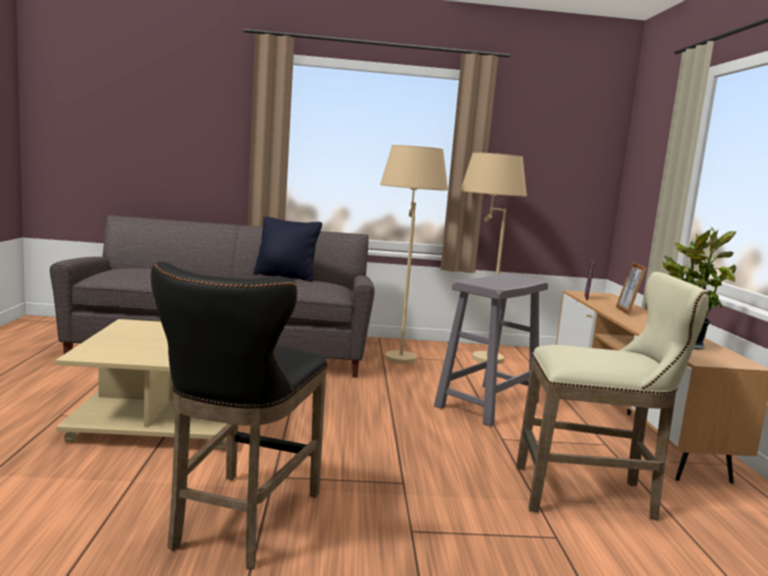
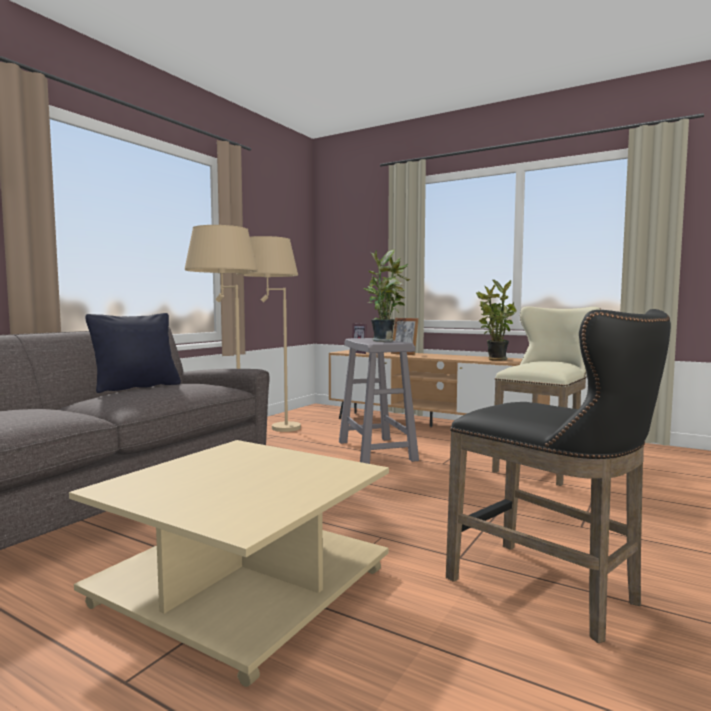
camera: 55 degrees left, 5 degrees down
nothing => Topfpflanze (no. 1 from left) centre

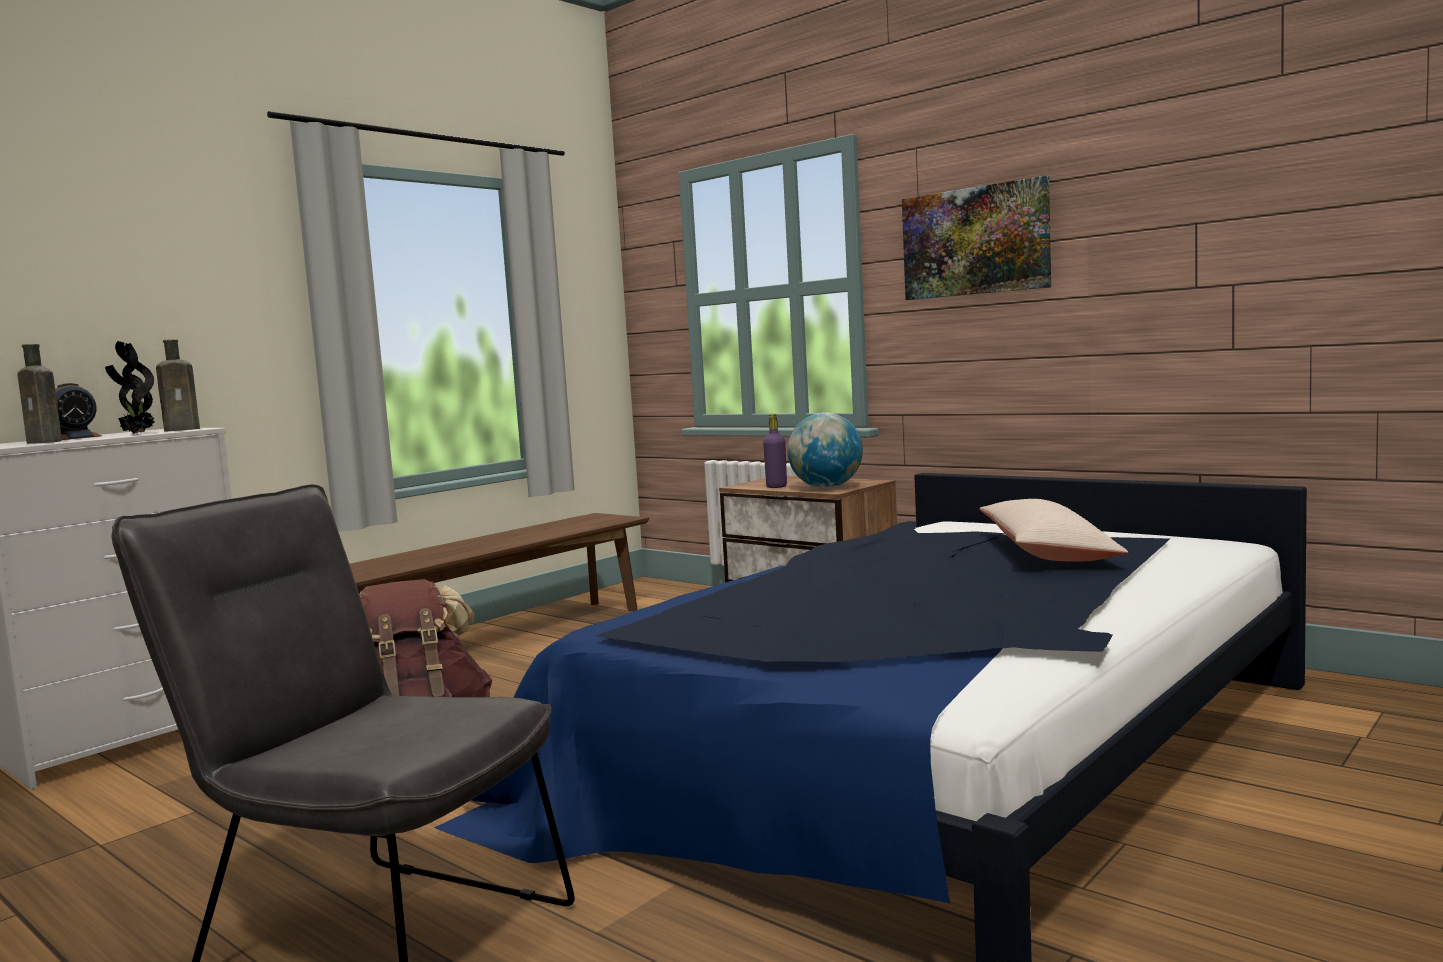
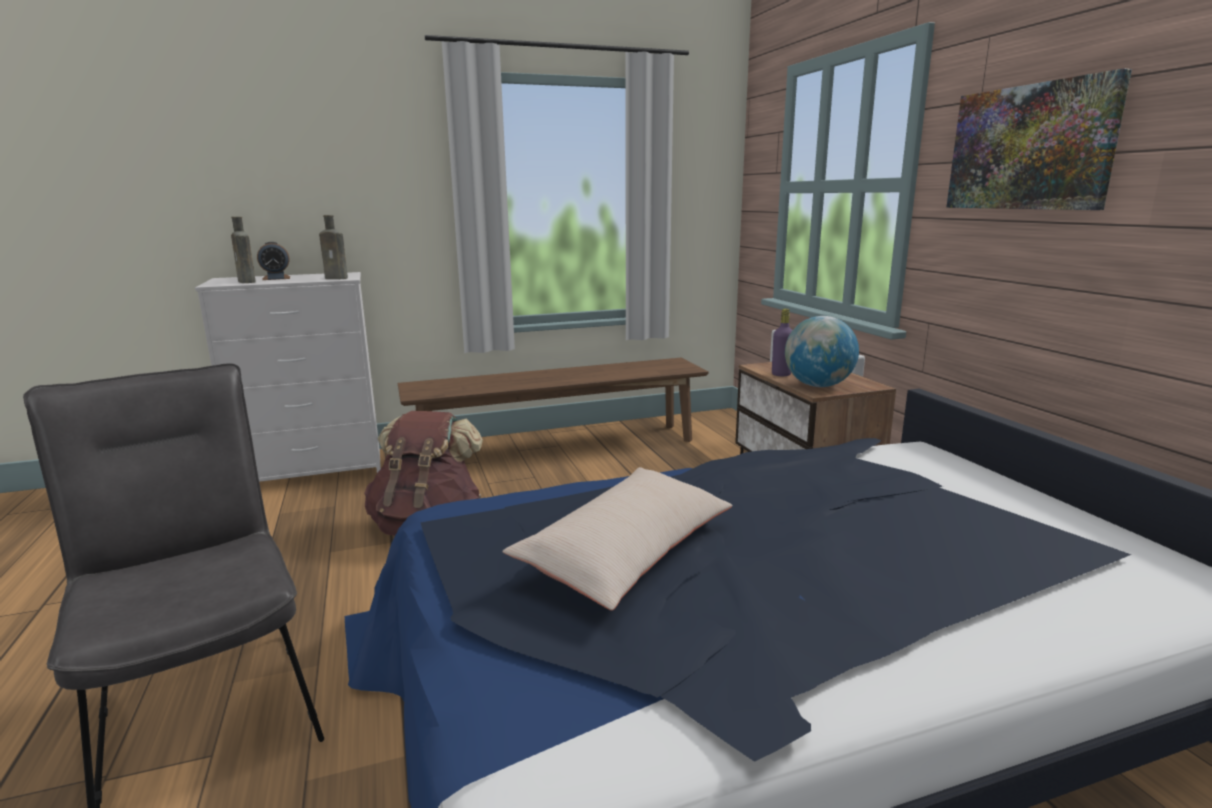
camera: 30 degrees right, 10 degrees up
Topfpflanze middle left => nothing
Kissen (beige) middle right => Kissen (beige) bottom centre, relocated

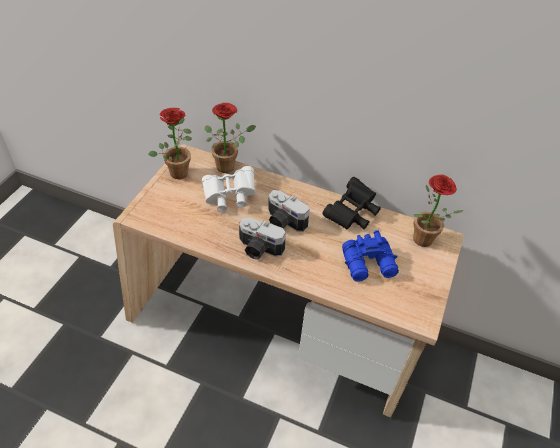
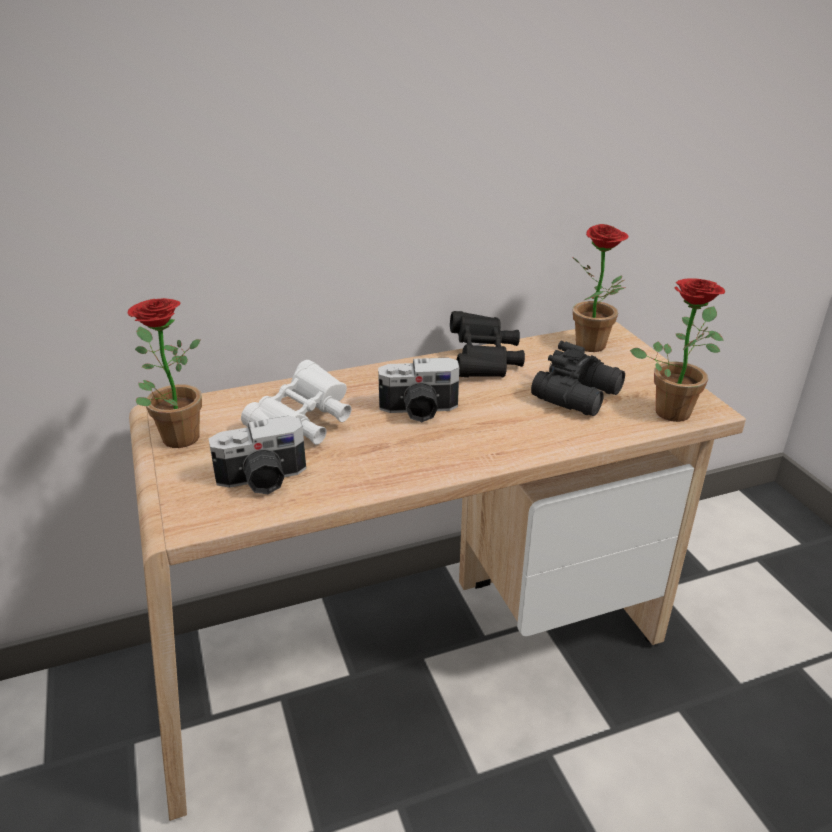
camera: 40 degrees left, 15 degrees down
Topfpflanze (no. 2 from left in the first image) top centre => Topfpflanze (no. 3 from left) middle right, relocated
Kamera (no. 1 from left) centre => Kamera (no. 1 from left) middle left, relocated
Fernglas (blau) centre => Fernglas (schwarz) (no. 2 from left) middle right

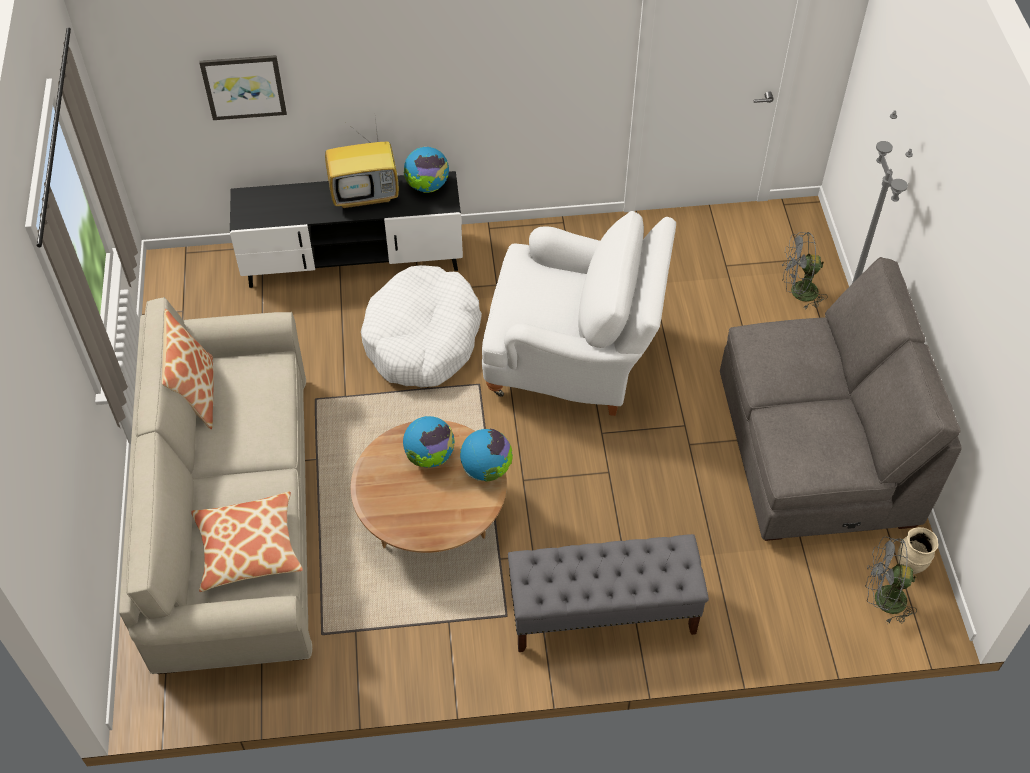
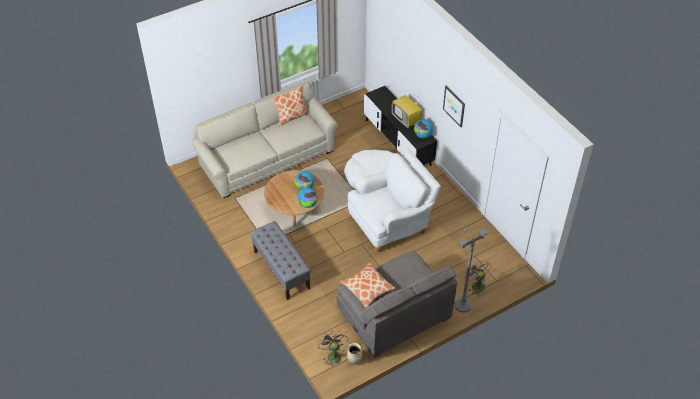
camera: 65 degrees right, 5 degrees down
Kissen (no. 2 from left) bottom left => Kissen (no. 2 from left) bottom centre, relocated
Bild top left => Bild top centre, relocated
Sessel (weiß) centre, 105 degrees counterclockwise

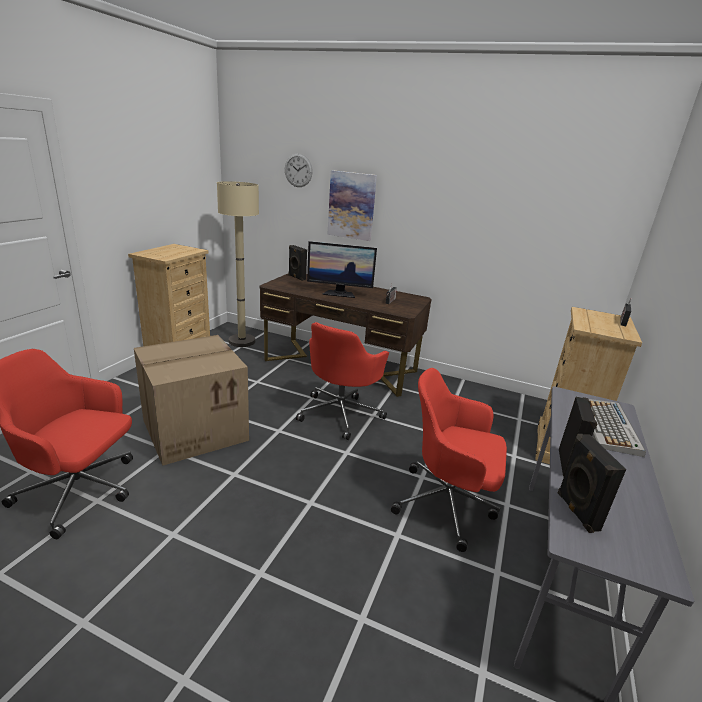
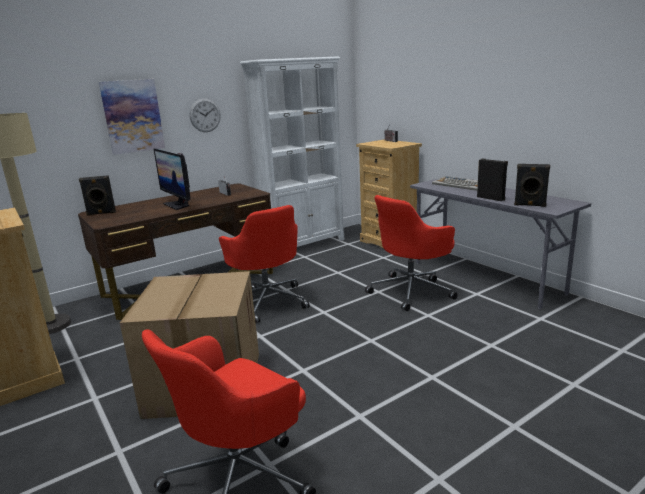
camera: 55 degrees left, 5 degrees down
nothing => Bücherregal (weiß) top centre
Wanduhr top centre => Wanduhr top left, relocated
Monitor centre => Monitor middle left, 105 degrees clockwise

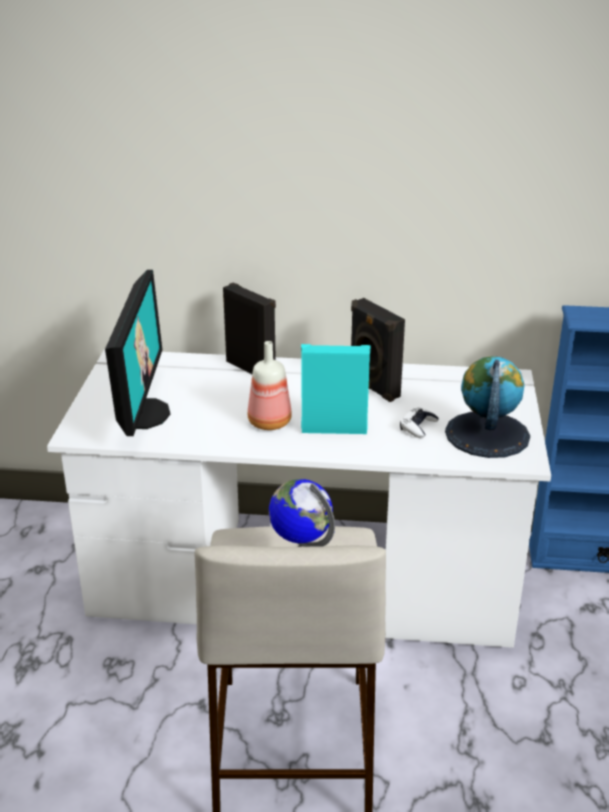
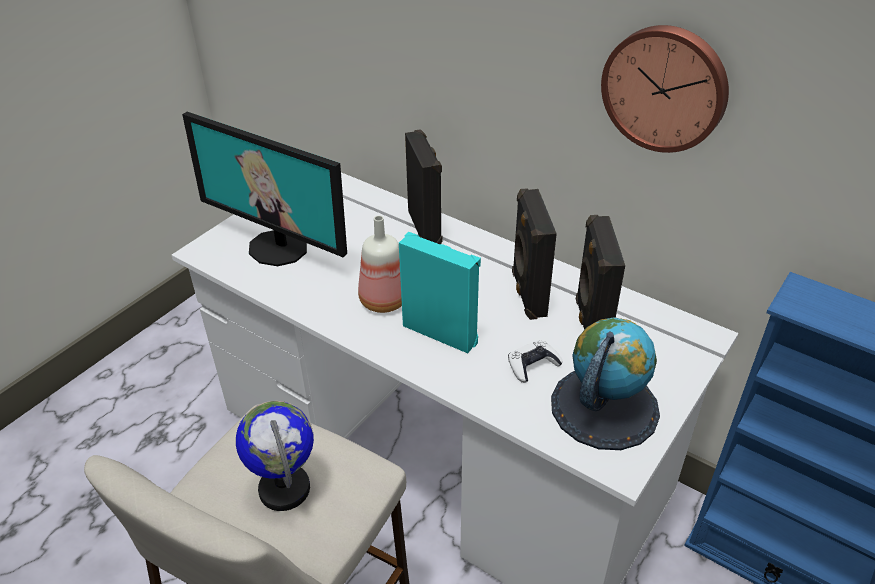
camera: 30 degrees right, 10 degrees up
nothing => Lautsprecher (schwarz) (no. 3 from left) middle right
nothing => Wanduhr top right
Monitor middle left => Monitor top left, 90 degrees clockwise

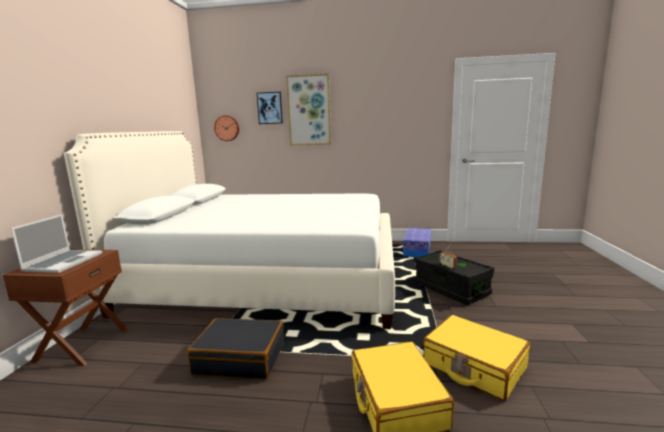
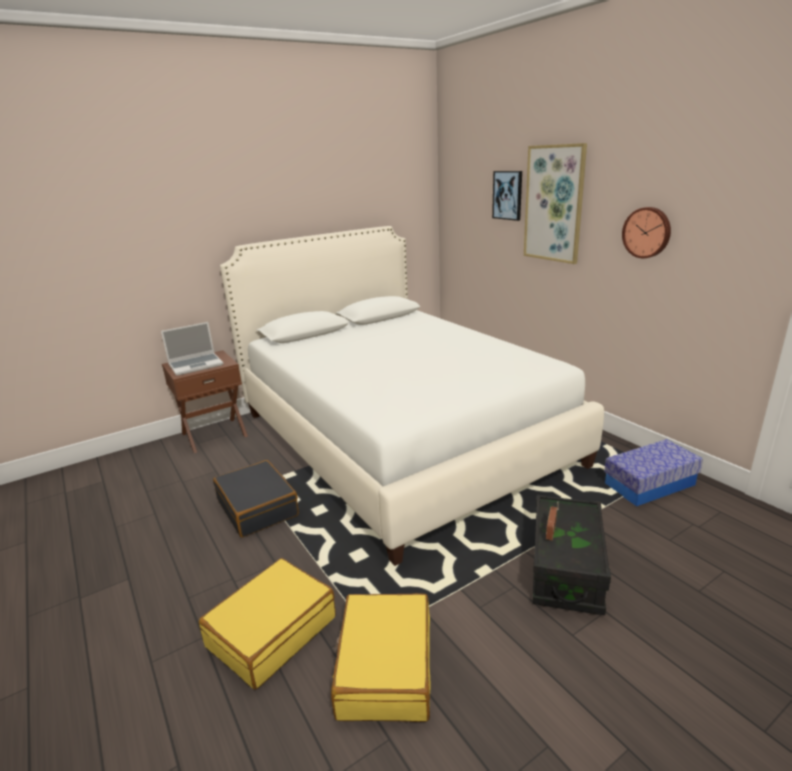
camera: 50 degrees right, 10 degrees up
Wanduhr top centre => Wanduhr top right, relocated

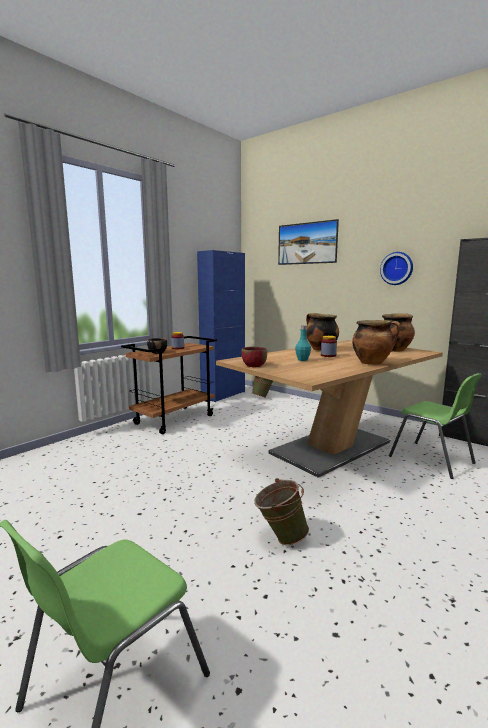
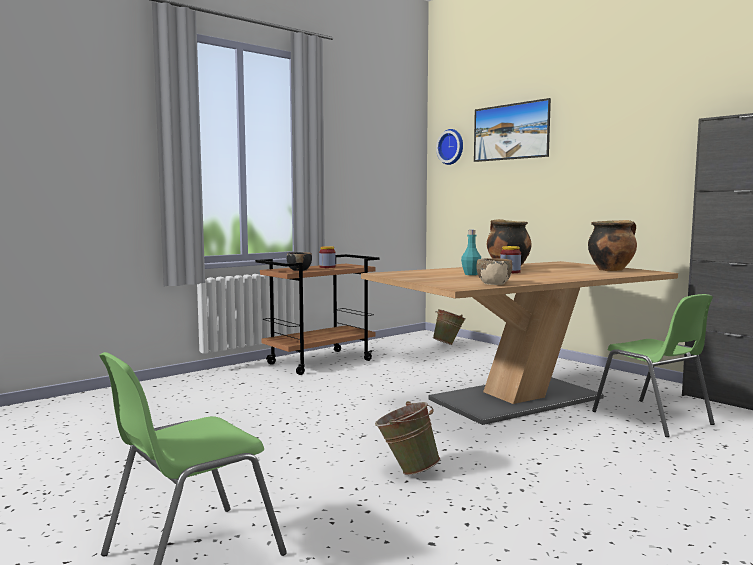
camera: 10 degrees right, 5 degrees down
Schrank (blau) centre => nothing
Schüssel (rot) centre => nothing
Kochtopf (no. 2 from left) middle right => nothing
nothing => Schüssel (beige) centre
Wanduhr middle right => Wanduhr top centre, relocated

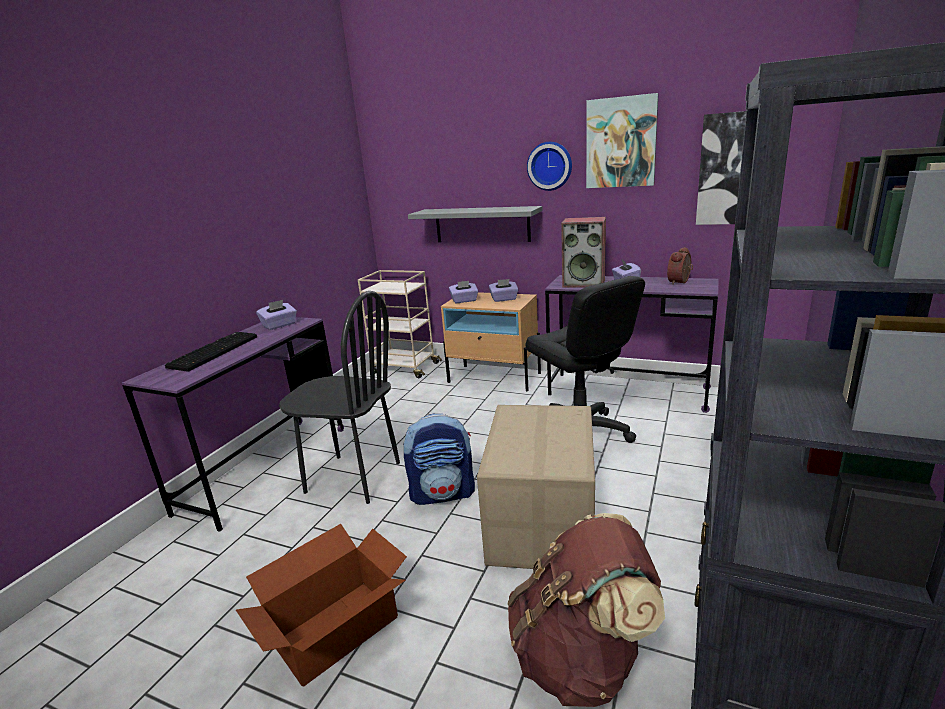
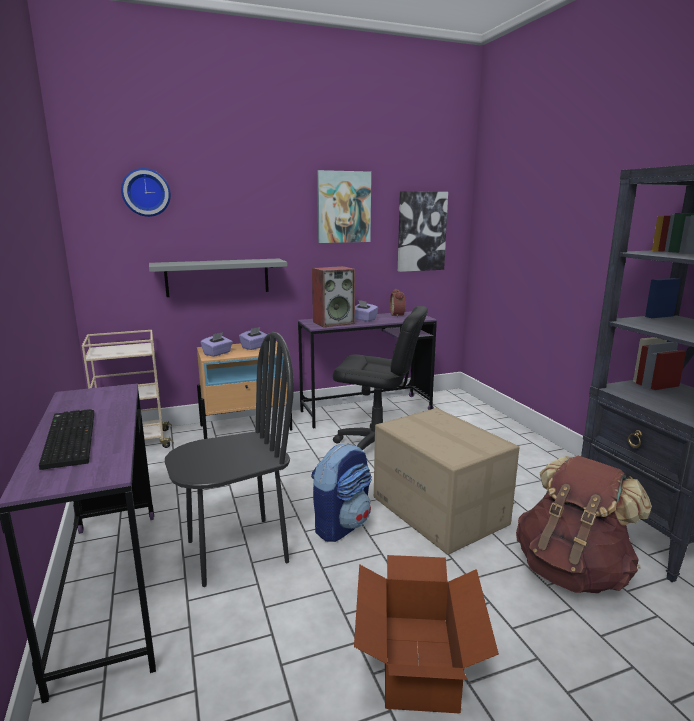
camera: 45 degrees left, 5 degrees down
Taschentuchbox (lila) (no. 1 from left) middle left => nothing
Wanduhr top centre => Wanduhr top left, relocated

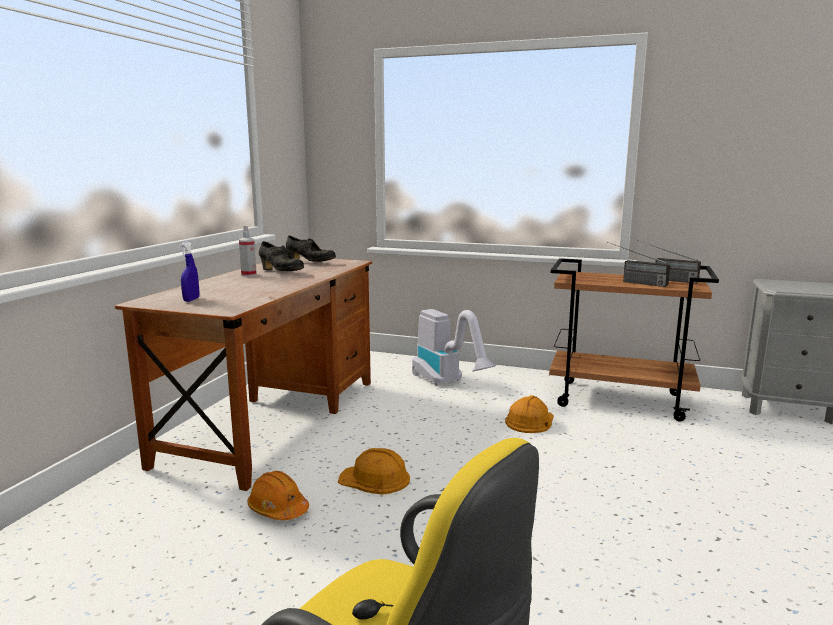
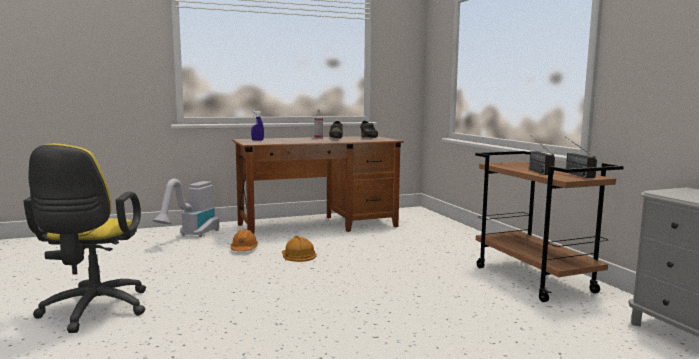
camera: 50 degrees right, 5 degrees down
Schutzhelm (orange) (no. 3 from left) centre => nothing
Staubsauger centre => Staubsauger middle left, relocated

